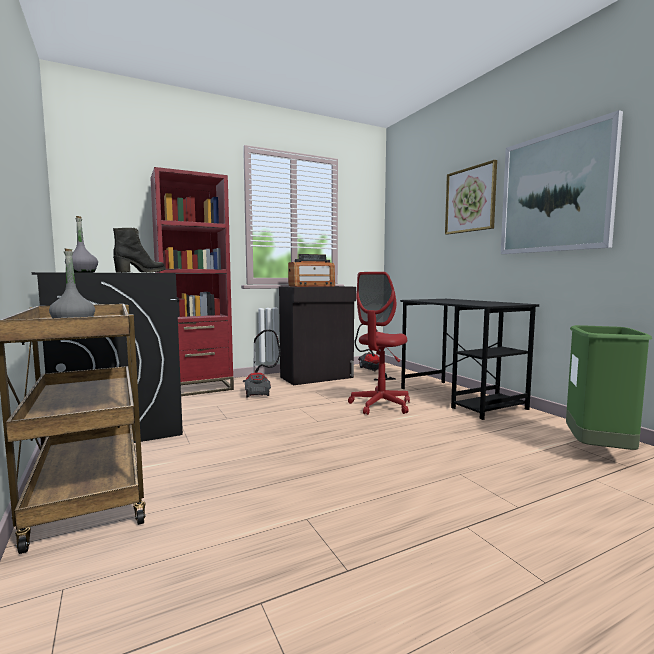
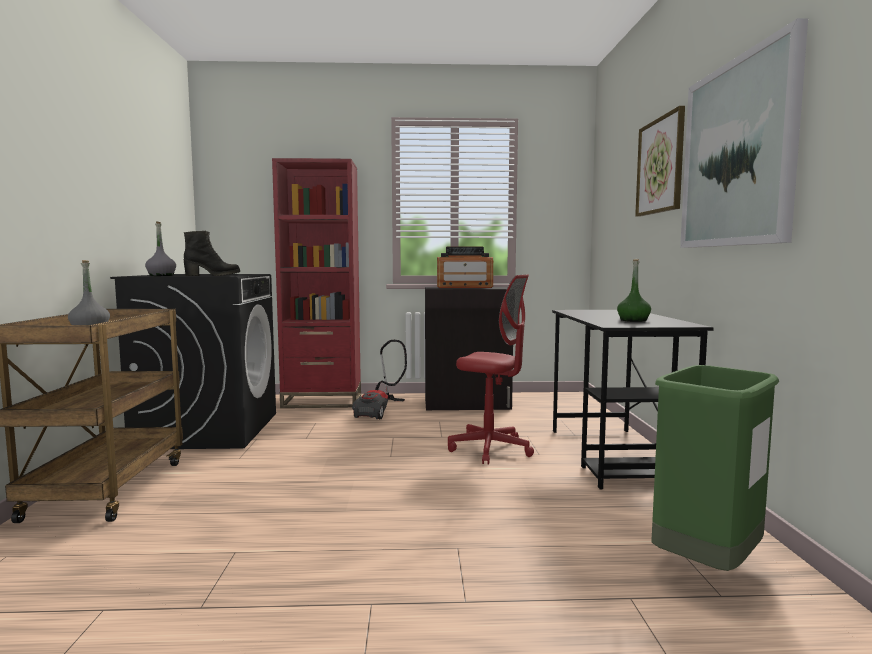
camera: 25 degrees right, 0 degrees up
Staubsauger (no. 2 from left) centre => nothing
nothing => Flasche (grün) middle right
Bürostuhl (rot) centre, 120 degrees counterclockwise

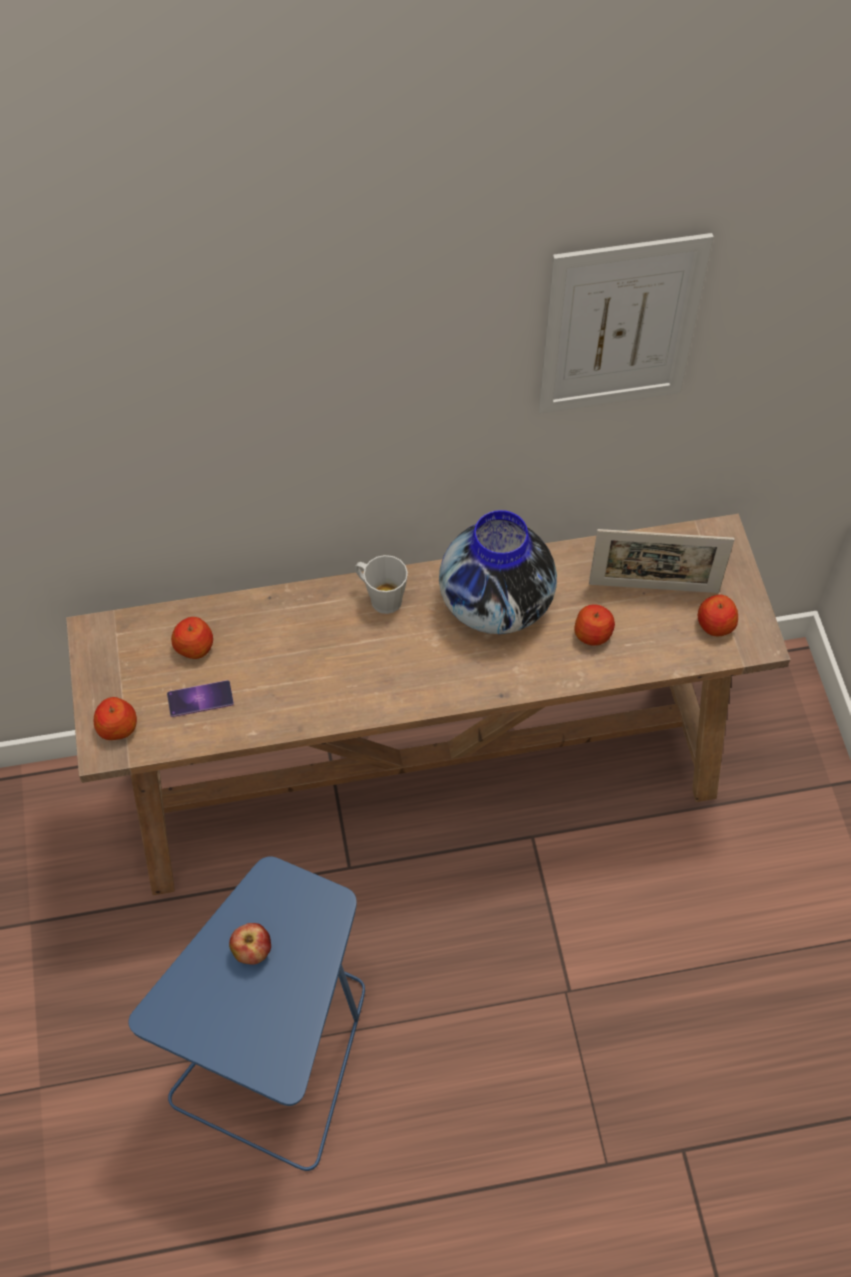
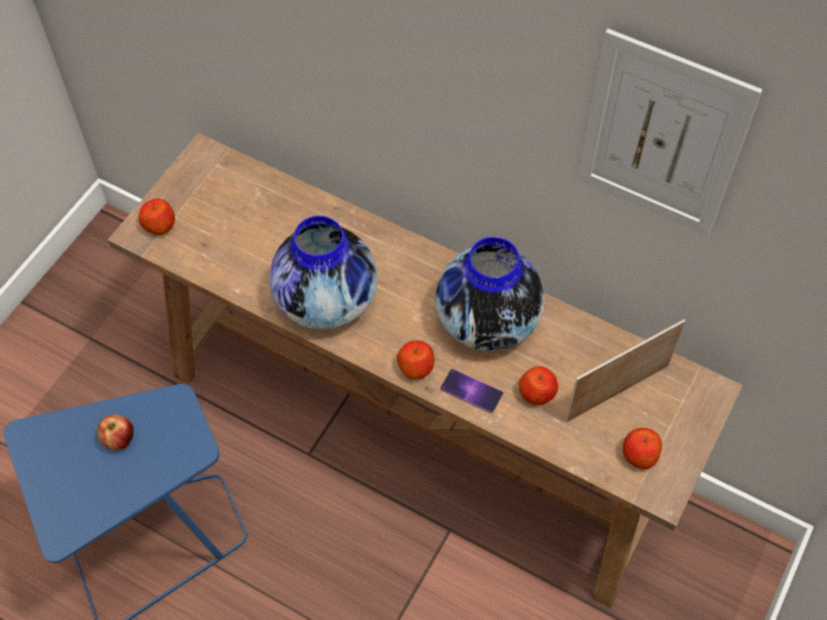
camera: 40 degrees right, 0 degrees up
Henkelbecher (grau) centre => nothing
nothing => Vase (no. 1 from left) centre
Handy middle left => Handy centre, relocated
Apfel (no. 2 from left in the first image) middle left => Apfel (no. 3 from left) centre, relocated
Bilderrahmen middle right, 105 degrees clockwise

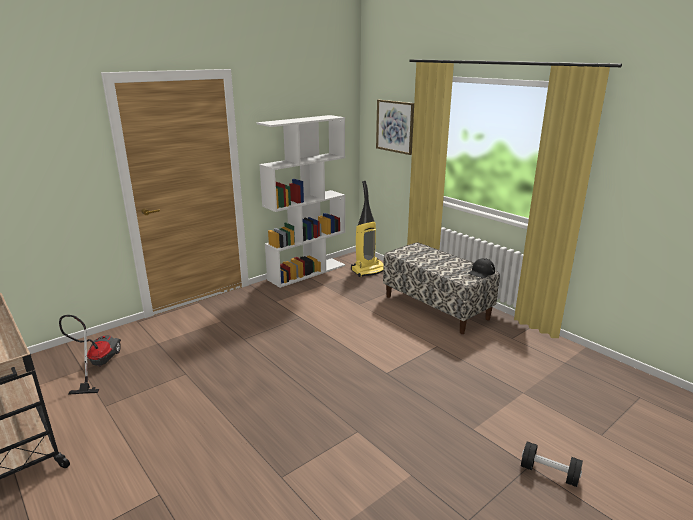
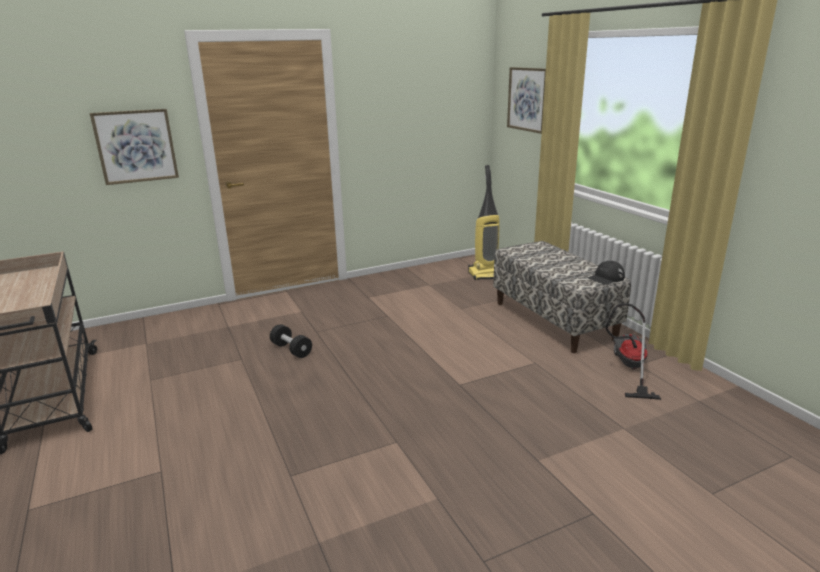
camera: 15 degrees right, 0 degrees up
Bücherregal (weiß) centre => nothing
nothing => Bild (no. 1 from left) top left
Staubsauger (no. 1 from left in the first image) bottom left => Staubsauger (no. 2 from left) middle right, relocated
Hantel (schwarz) bottom right => Hantel (schwarz) centre, relocated

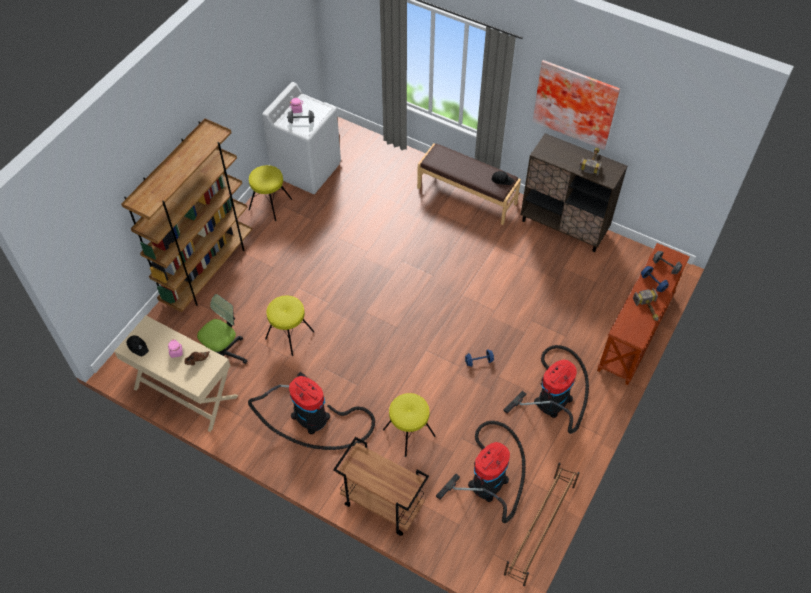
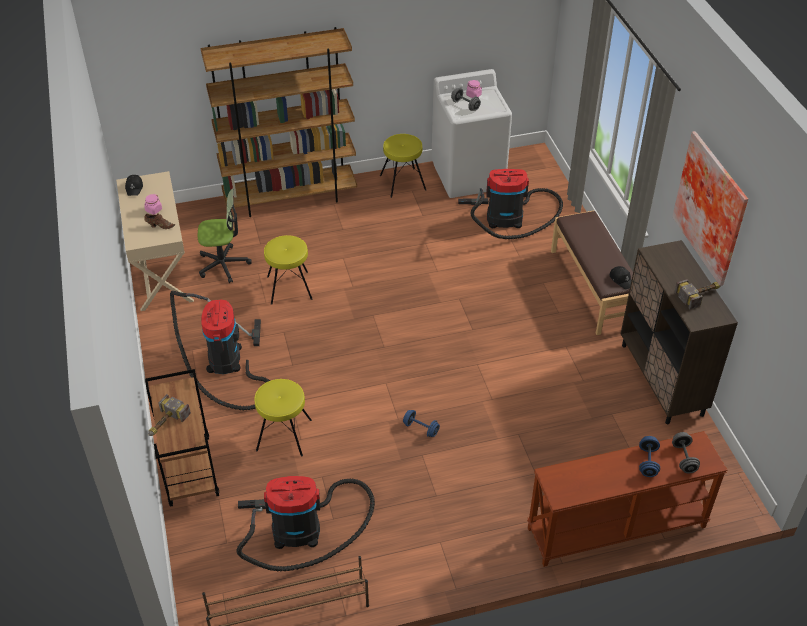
camera: 45 degrees right, 10 degrees down
Staubsauger (no. 3 from left) middle right => Staubsauger (no. 3 from left) top centre, relocated
Hammer (no. 2 from left in the first image) middle right => Hammer (no. 1 from left) middle left, relocated

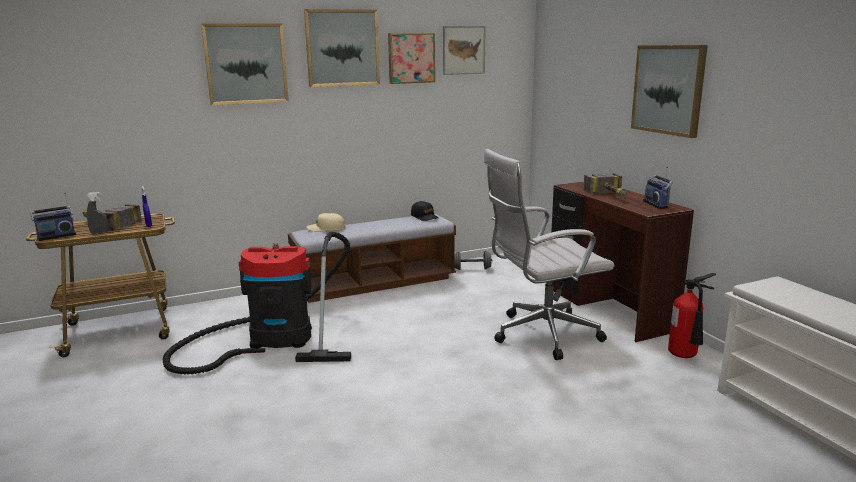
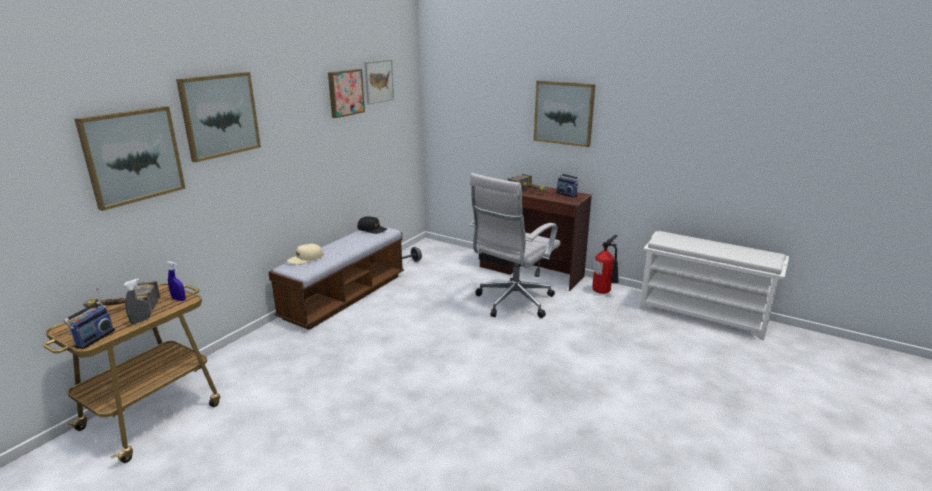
camera: 35 degrees left, 5 degrees up
Staubsauger middle left => nothing
Bild (no. 2 from left in the first image) top centre => Bild (no. 1 from left) top left, relocated

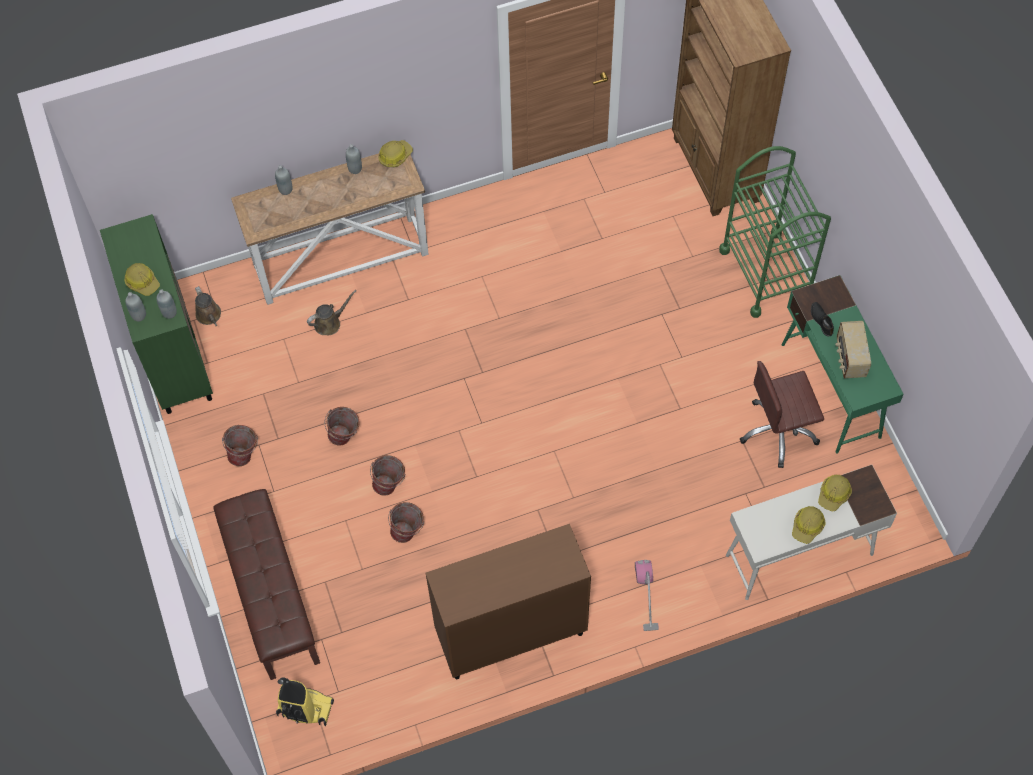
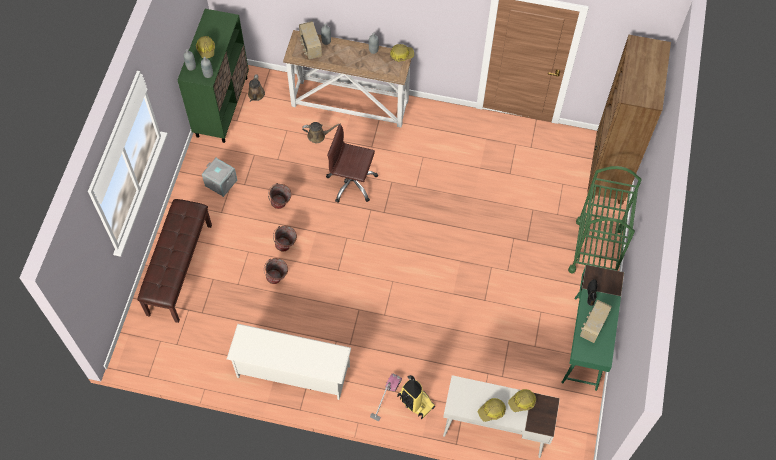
camera: 30 degrees right, 0 degrees up
nothing => Radio (no. 1 from left) top centre
Staubsauger (no. 1 from left in the first image) bottom left => Staubsauger (no. 2 from left) bottom centre, relocated
Bürostuhl (braun) middle right => Bürostuhl (braun) centre, relocated
Eimer (no. 1 from left) middle left => Aufbewahrungsbox (grau) middle left
Schrank (braun) bottom centre => Schuhregal (weiß) bottom centre

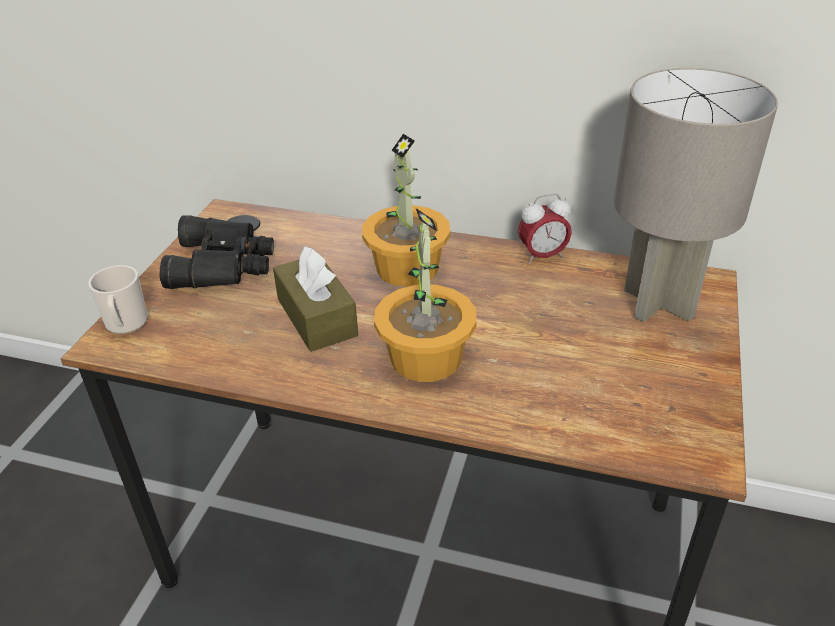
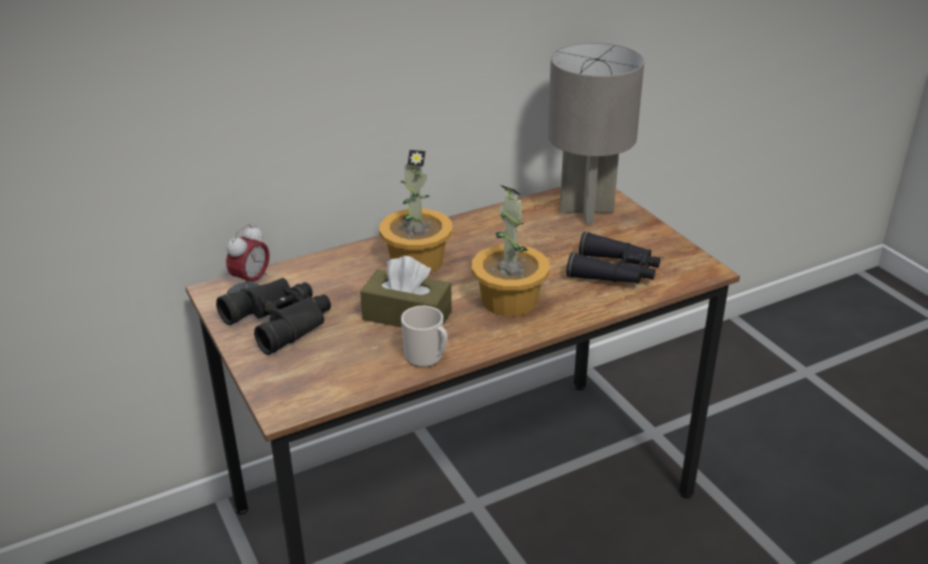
camera: 45 degrees left, 5 degrees down
nothing => Fernglas (schwarz) (no. 2 from left) centre
Henkelbecher middle left => Henkelbecher centre, relocated
Wecker centre => Wecker middle left, relocated

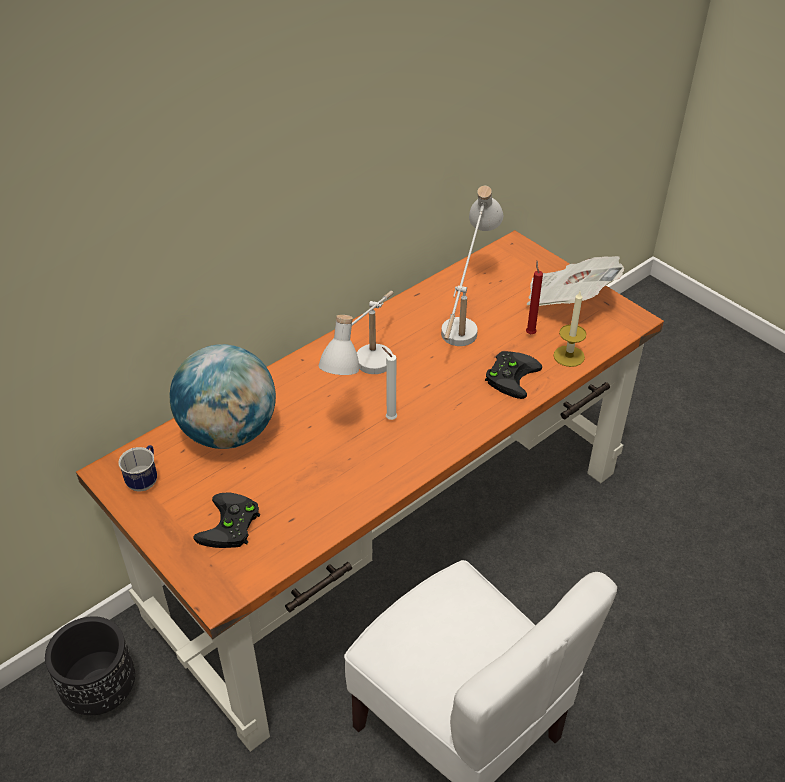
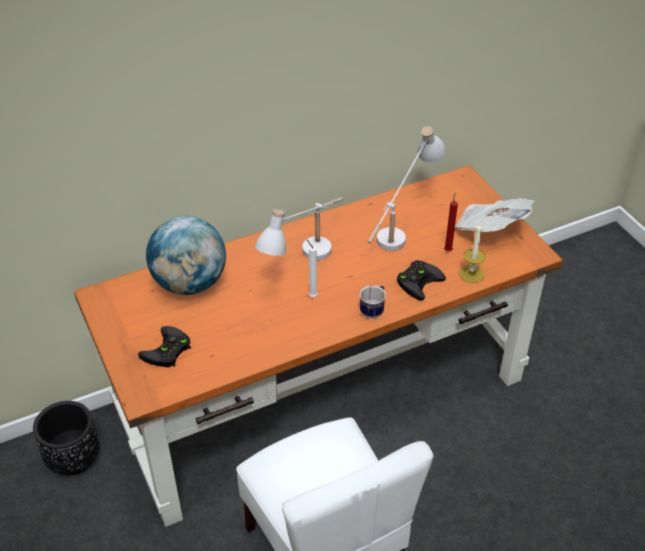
camera: 15 degrees right, 0 degrees up
Henkelbecher middle left => Henkelbecher centre, relocated

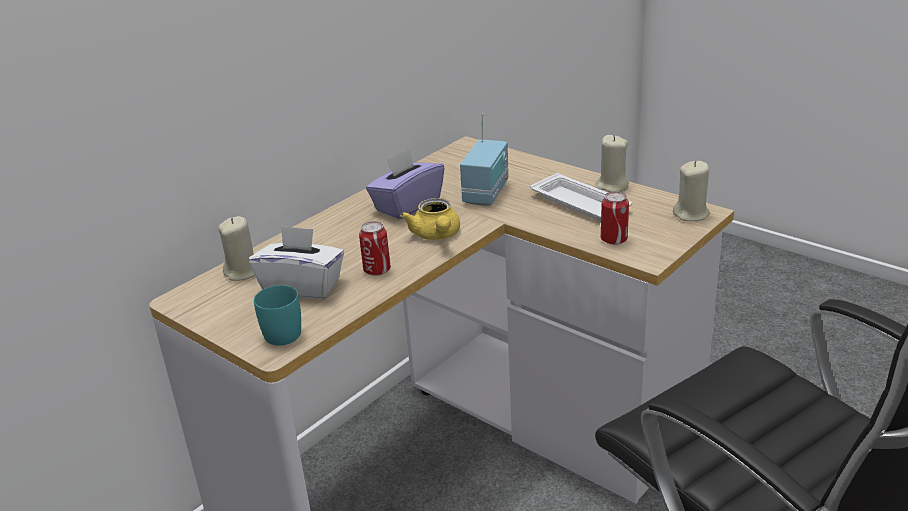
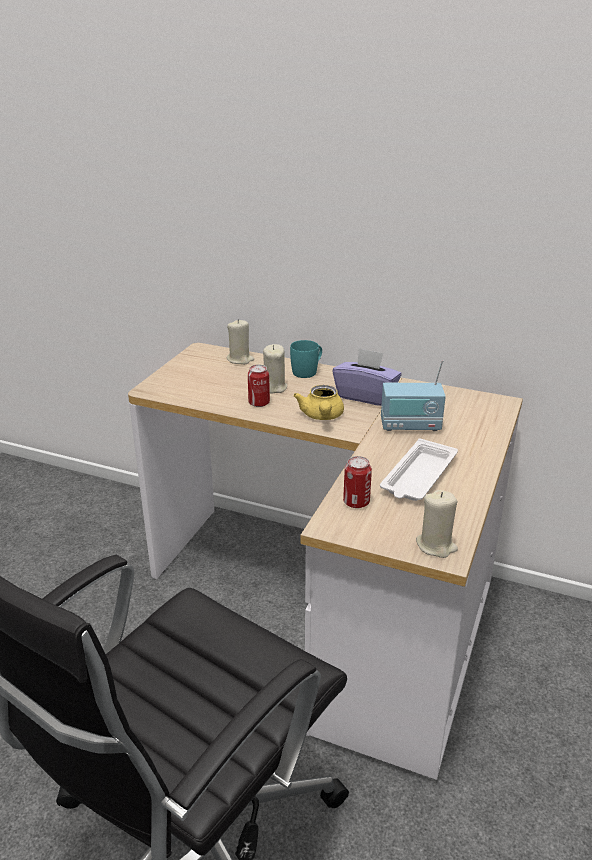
camera: 70 degrees right, 0 degrees up
Taschentuchbox (weiß) middle left => nothing
Henkelbecher (türkis) middle left => Henkelbecher (türkis) centre, relocated
Kerze (beige) (no. 2 from left) top right => Kerze (beige) (no. 2 from left) centre, relocated
Teekanne (gelb) centre, 60 degrees counterclockwise

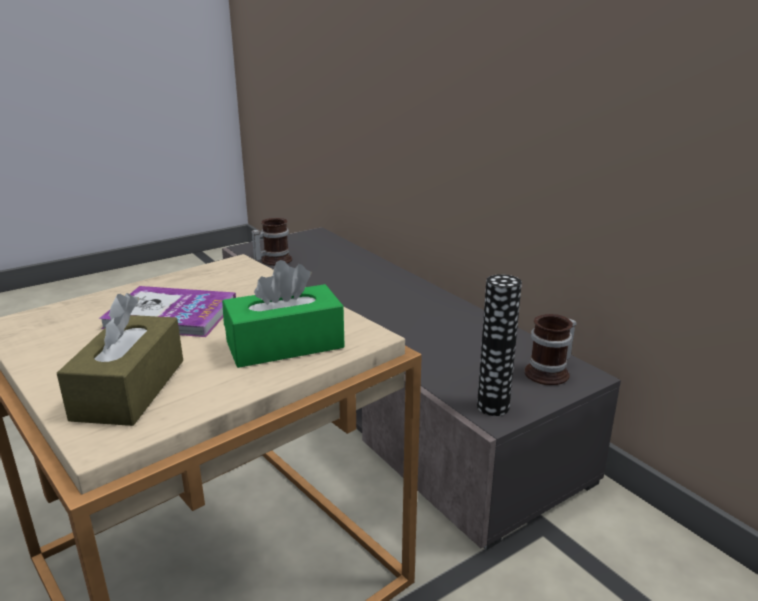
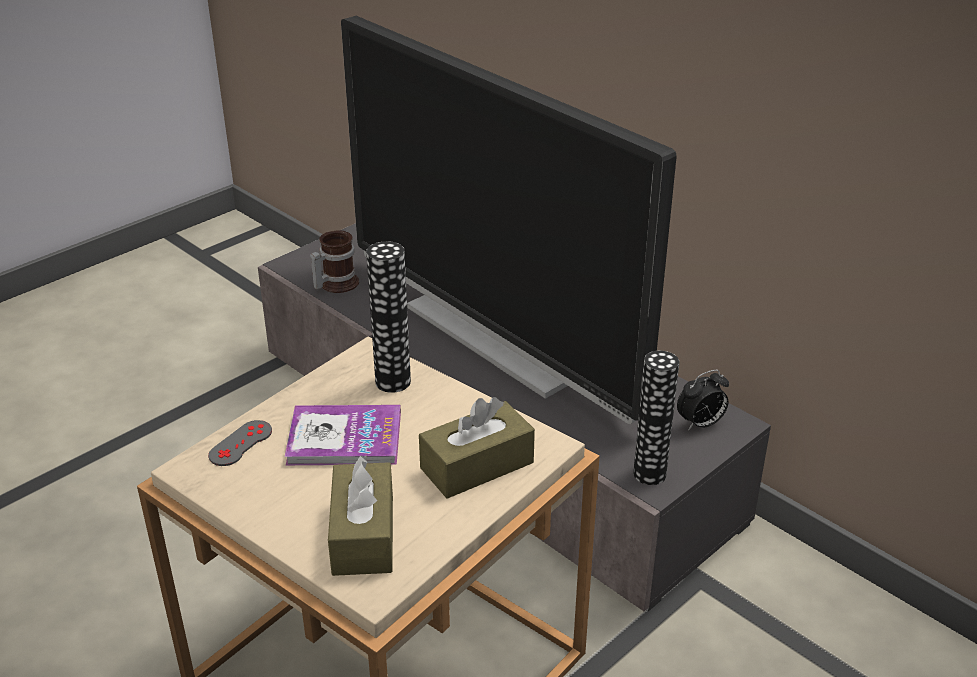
camera: 10 degrees left, 10 degrees up
nothing => Gamepad (grau) middle left
nothing => Fernseher top centre
nothing => Vase (no. 1 from left) centre
Henkelbecher (no. 2 from left) middle right => Wecker middle right
Taschentuchbox (grün) centre => Taschentuchbox (braun) (no. 2 from left) centre

